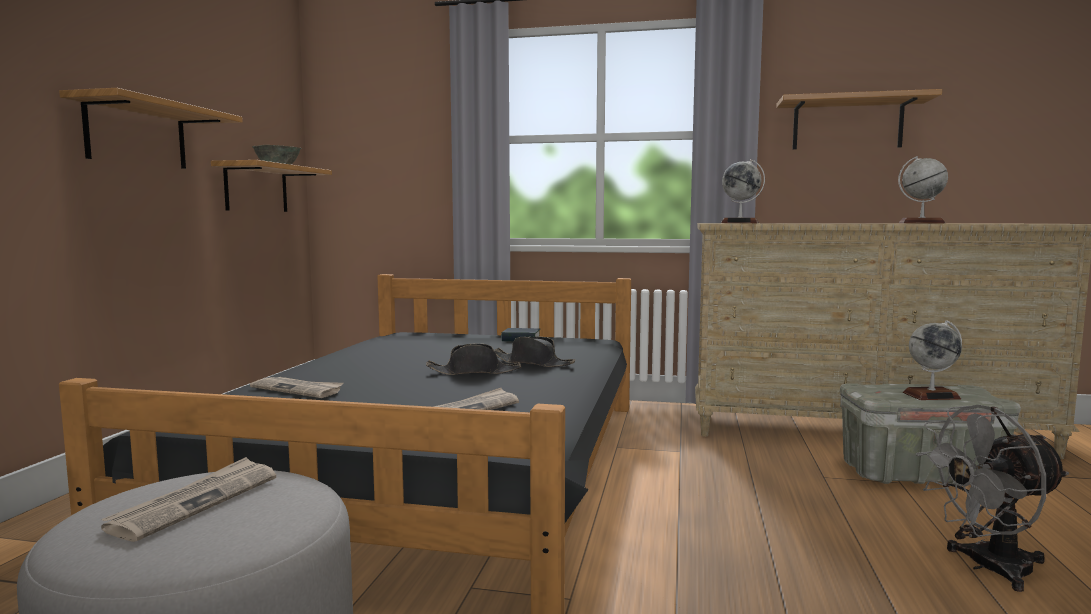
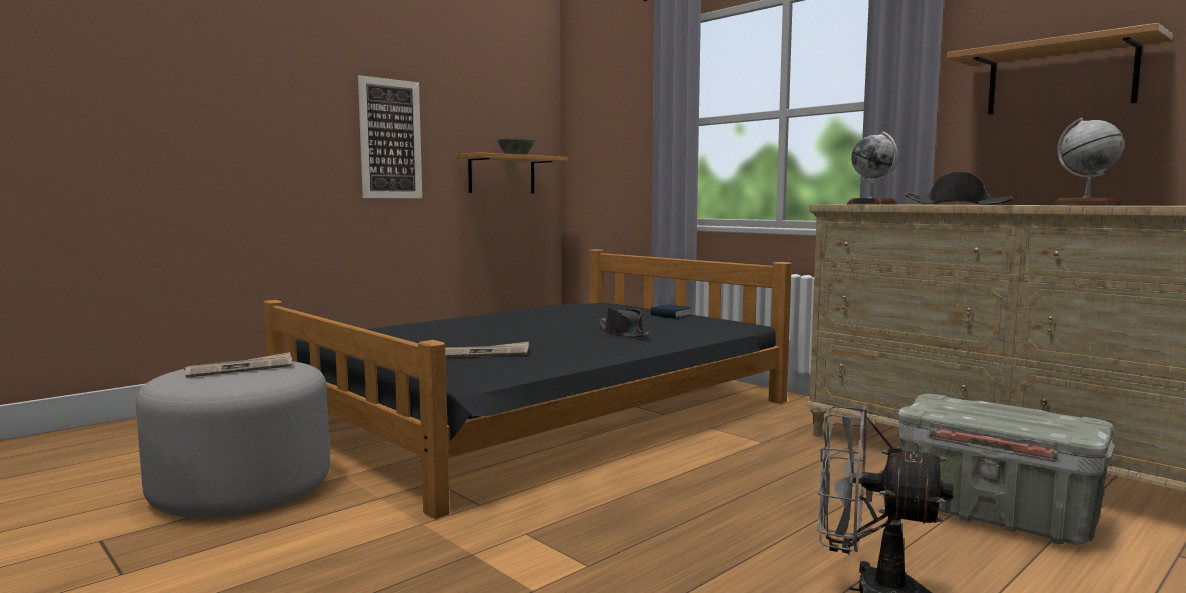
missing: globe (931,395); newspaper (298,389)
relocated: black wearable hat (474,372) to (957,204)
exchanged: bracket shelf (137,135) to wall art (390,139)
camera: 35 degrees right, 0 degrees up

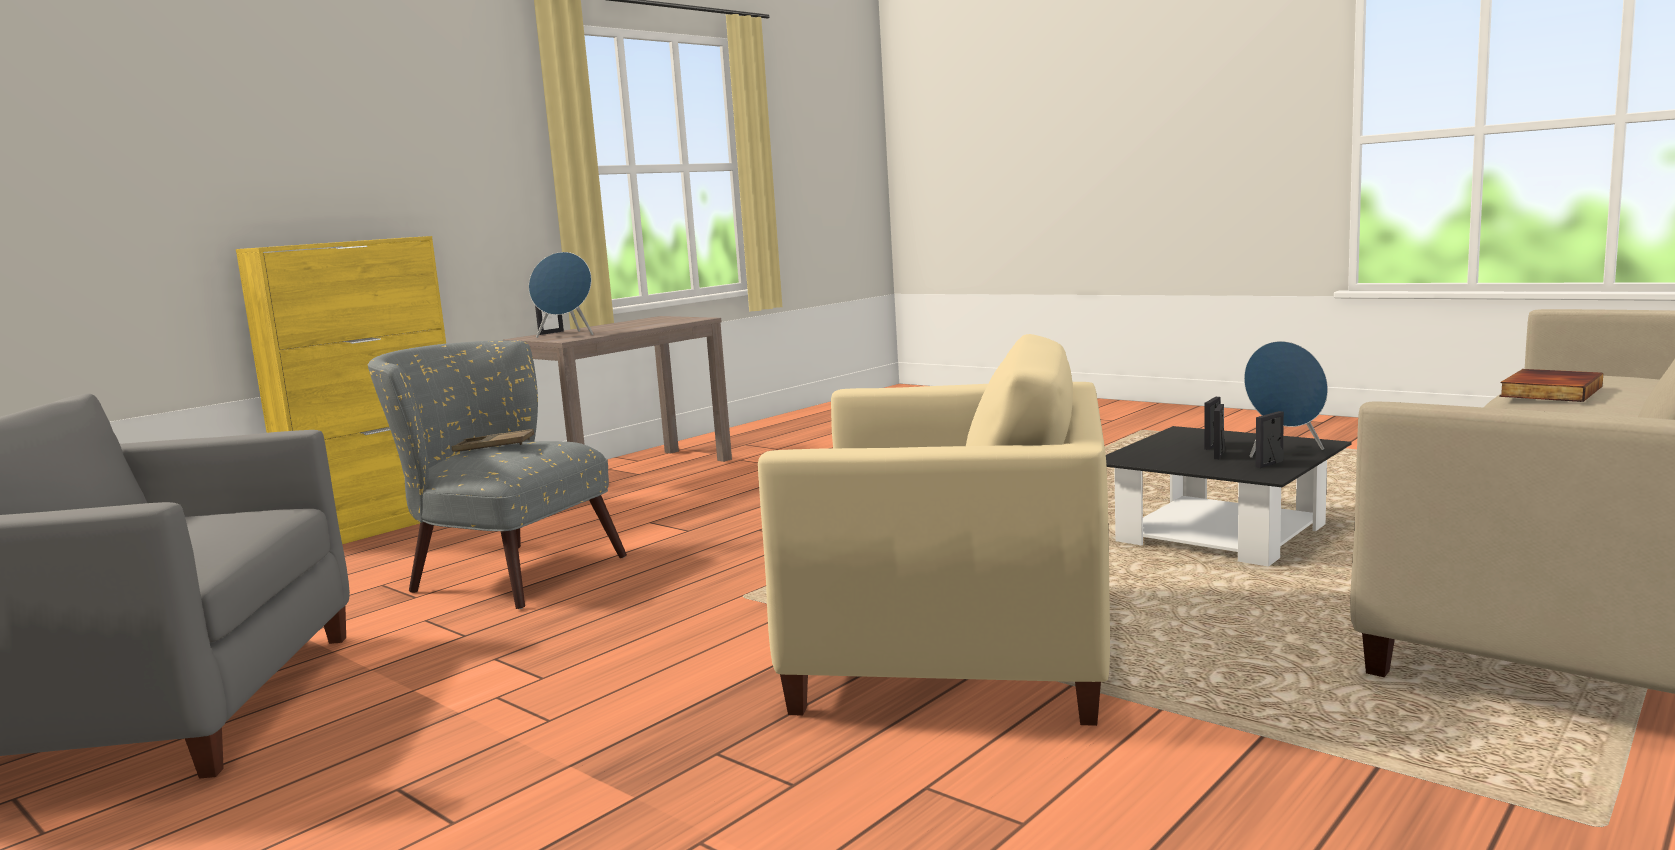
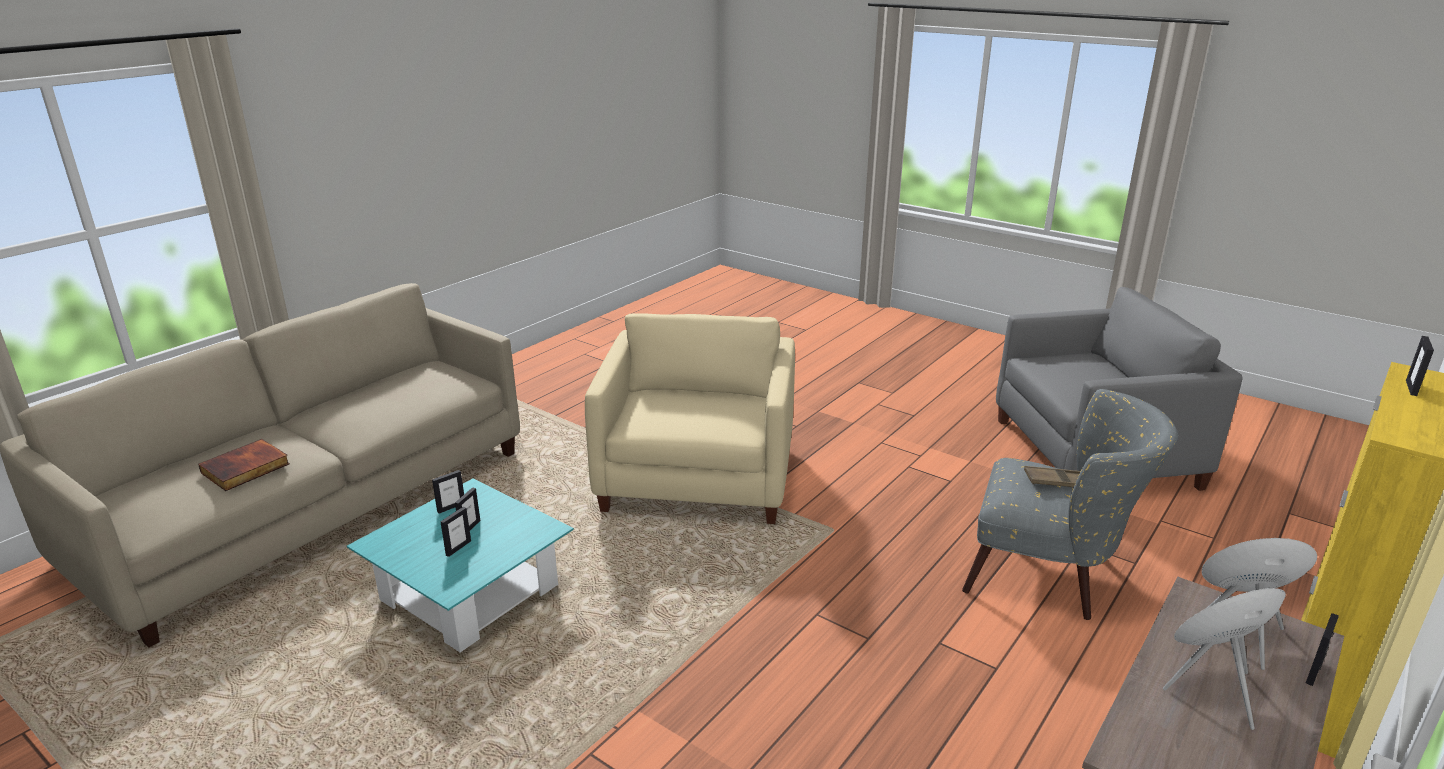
appeared: photo frame (1411,388)
relocated: bluish speaker (1282,452) to (1212,689)
colour: black coffee table (1220,534) to turquoise-coloured coffee table (470,593)
spun: beige-coloured easy chair (954,647) = (697,478) 90 degrees clockwise
camera: 175 degrees right, 15 degrees up

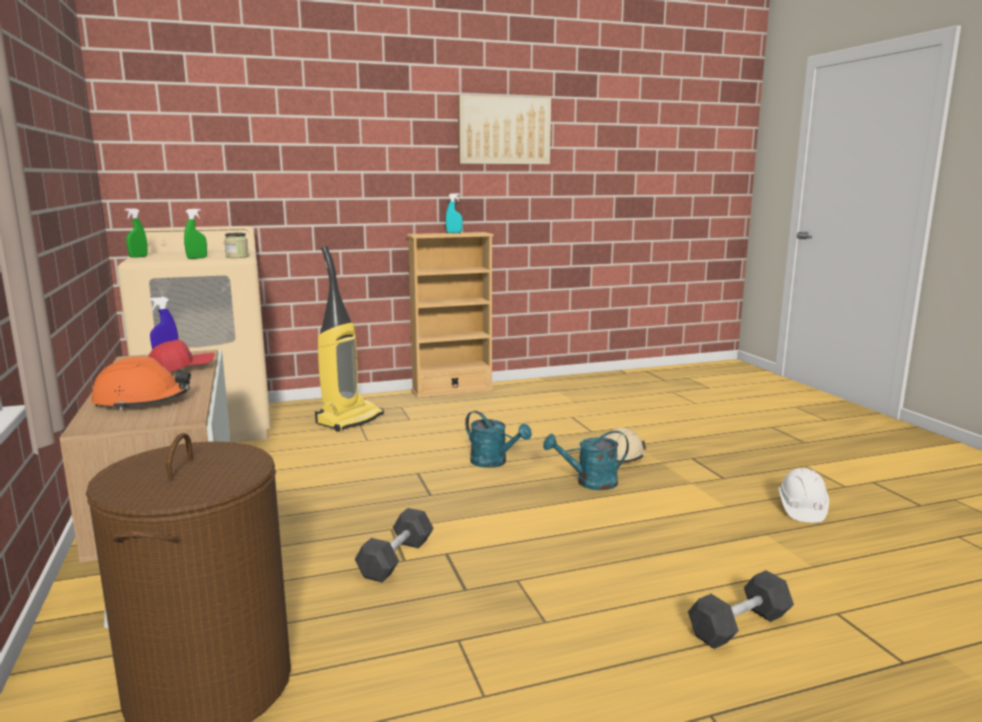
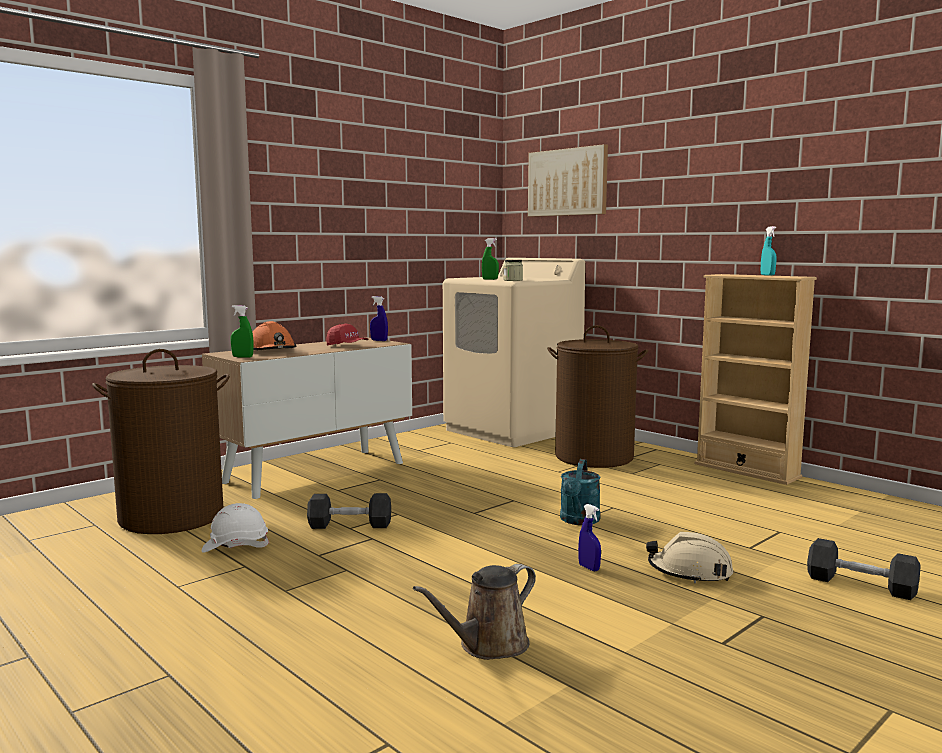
appeared: brown-coloured sprinkling can (488,645)
relocated: wall art (504,130) to (567,182); green spray bottle (138,257) to (242,357); white hard hat (801,509) to (235,546); black hand weight (739,625) to (860,585)
exchanged: vacuum (349,419) to brown-coloured washing basket (594,457); turquoise-coloured sprinkling can (589,483) to bluish spray bottle (589,568)
camera: 65 degrees right, 5 degrees down

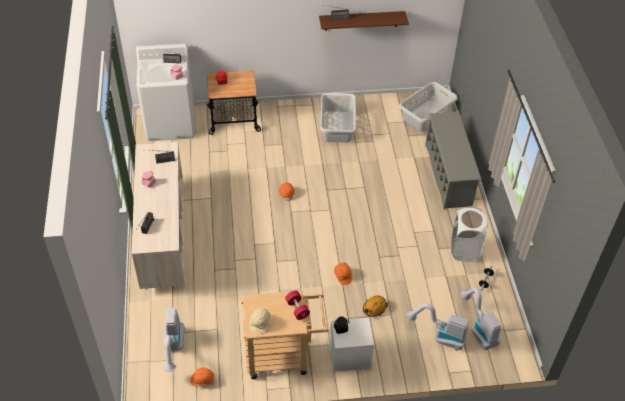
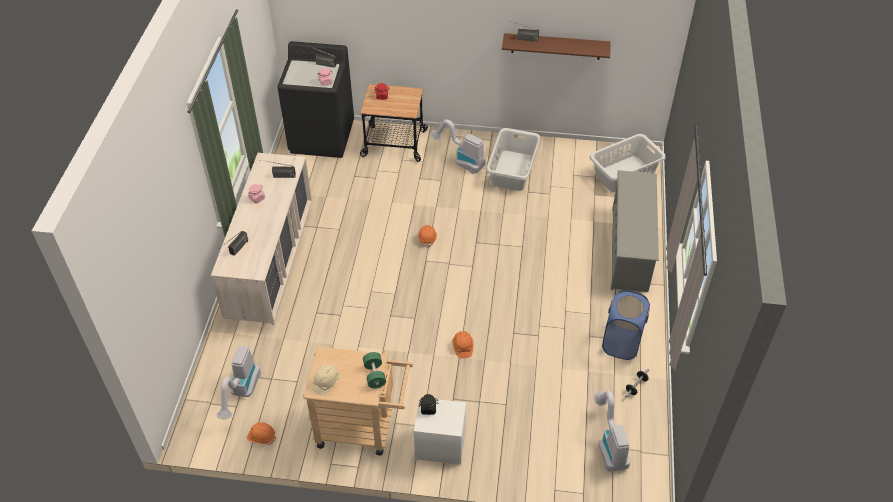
missing: orange-coloured hard hat (374,308)
relocated: vacuum (439,336) to (461,160)
colour: white laundry machine (171,123) to black laundry machine (322,137); white washing basket (464,249) to bluish washing basket (621,343); red hand weight (297,309) to green hand weight (374,375)
camera: 15 degrees right, 0 degrees up

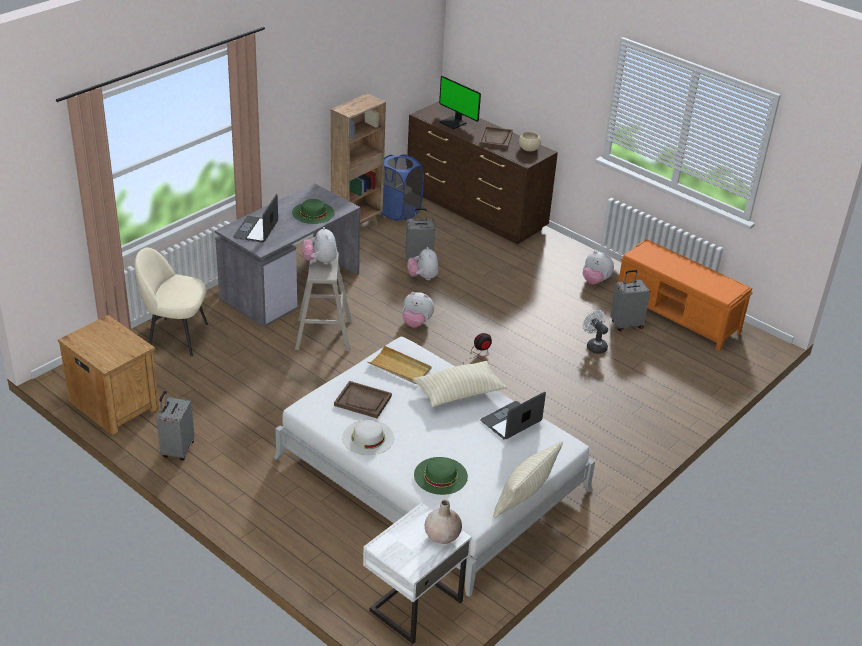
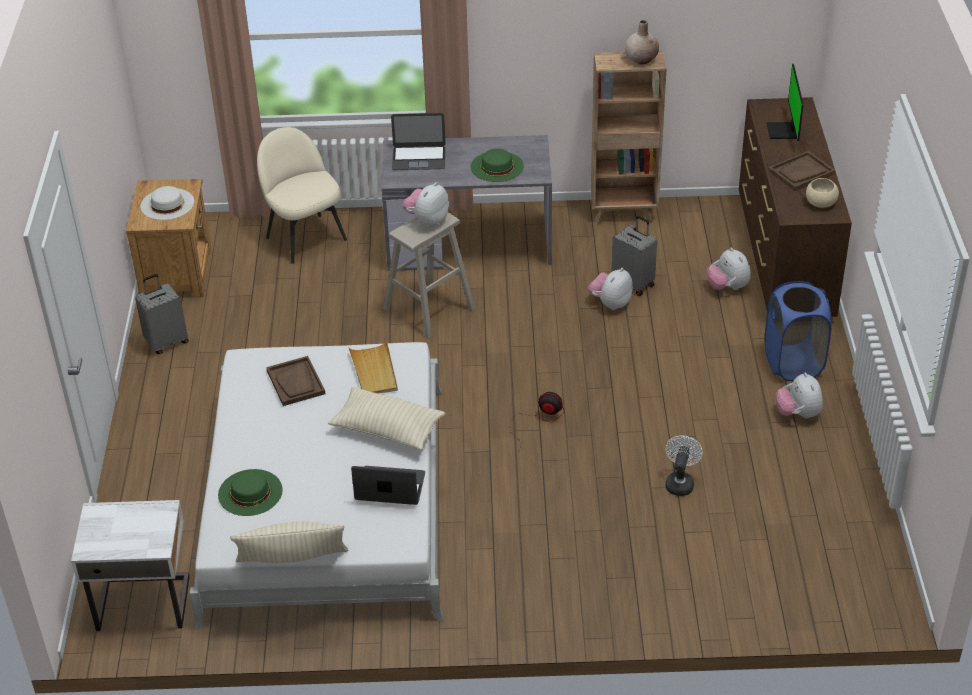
missing: orange-coloured bench (678,316); grey suitcase (626,324)
relocated: bluish washing basket (398,211) to (793,363); cuddly toy (416,323) to (727,287); white wearable hat (368,437) to (167,204); beige-coloured vase (442,535) to (641,59)
spun: laptop (256,229) = (419,158) 150 degrees counterclockwise
camera: 50 degrees right, 5 degrees up

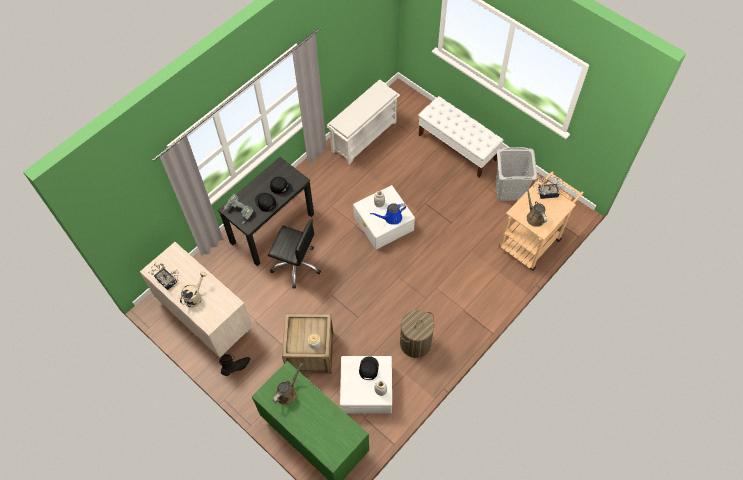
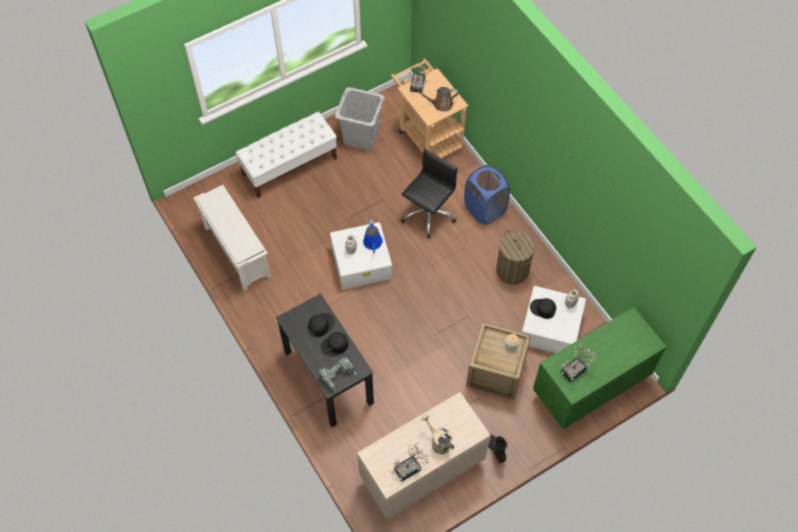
appeared: bluish washing basket (485,209)
relocated: black desk chair (296,265) to (428,214)
exchanged: brown-coloured sprinkling can (287,393) to houseplant (575,369)
camera: 75 degrees left, 0 degrees up

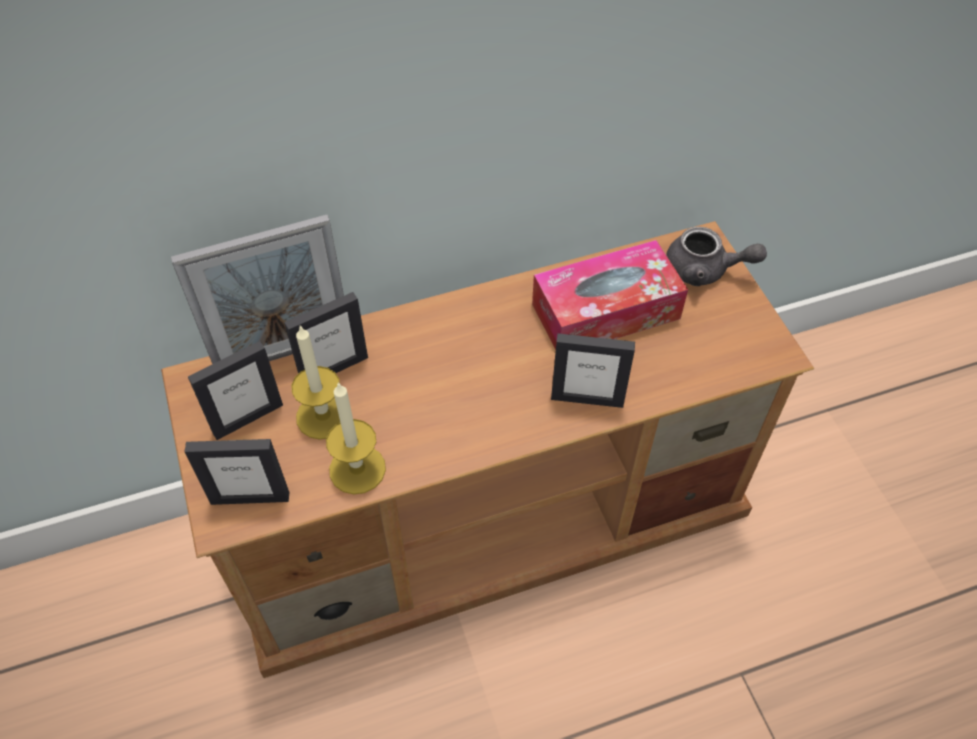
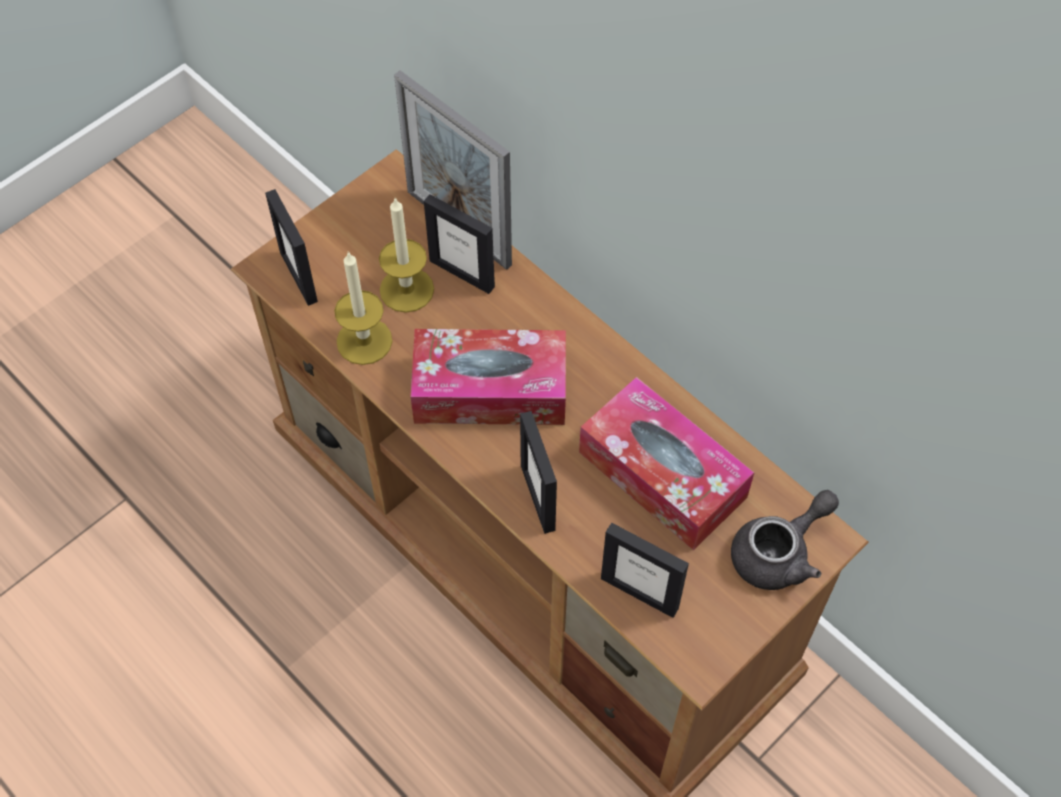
appeared: box of tissues (490,390)
relocated: photo frame (247,418) to (639,593)
spun: grey teapot (705,270) = (779,553) 120 degrees counterclockwise
camera: 65 degrees right, 5 degrees up

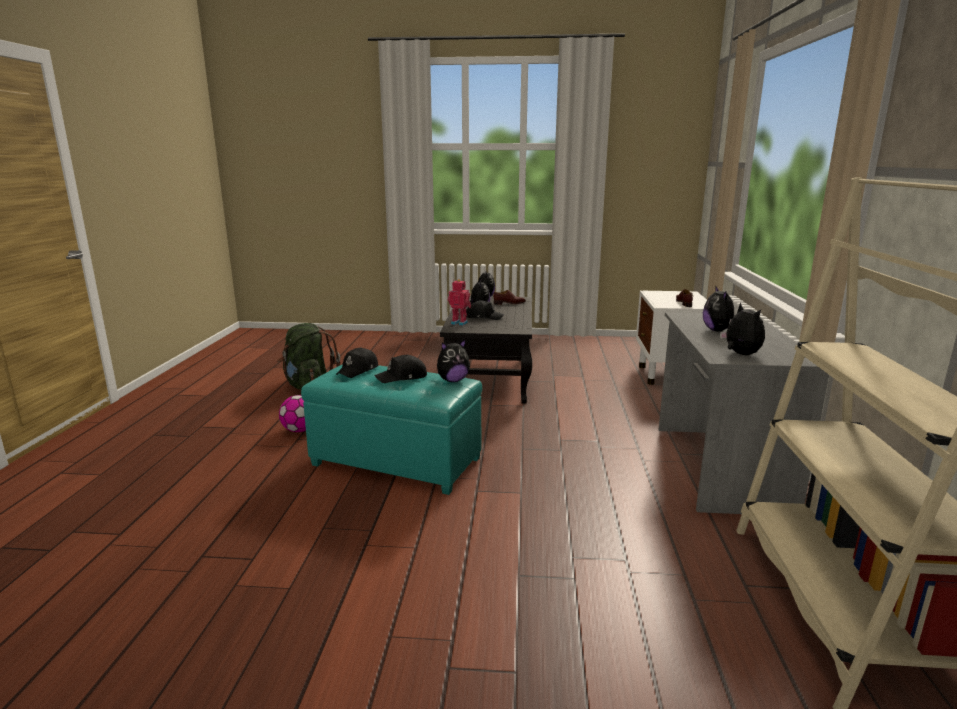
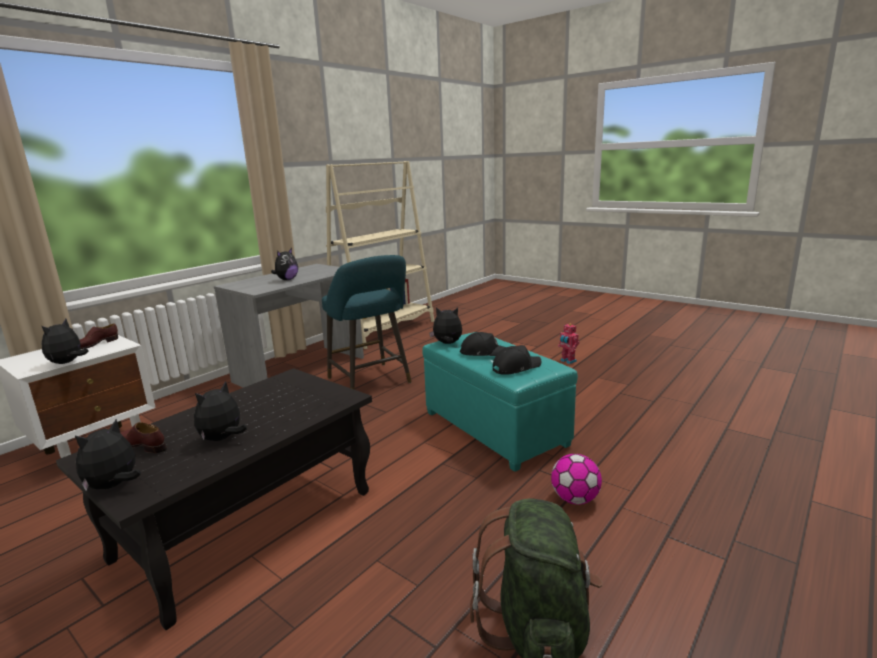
missing: black cap (483,317)
appeared: turquoise-coloured stool seat (371,382)
relocated: toy robot (459,323) to (567,361); cuddly toy (740,354) to (67,363)
camera: 145 degrees left, 0 degrees up

